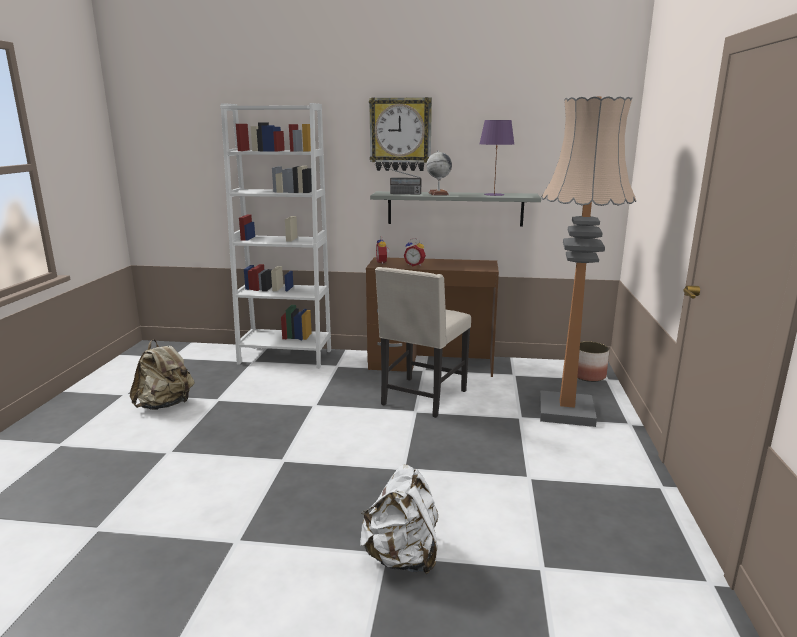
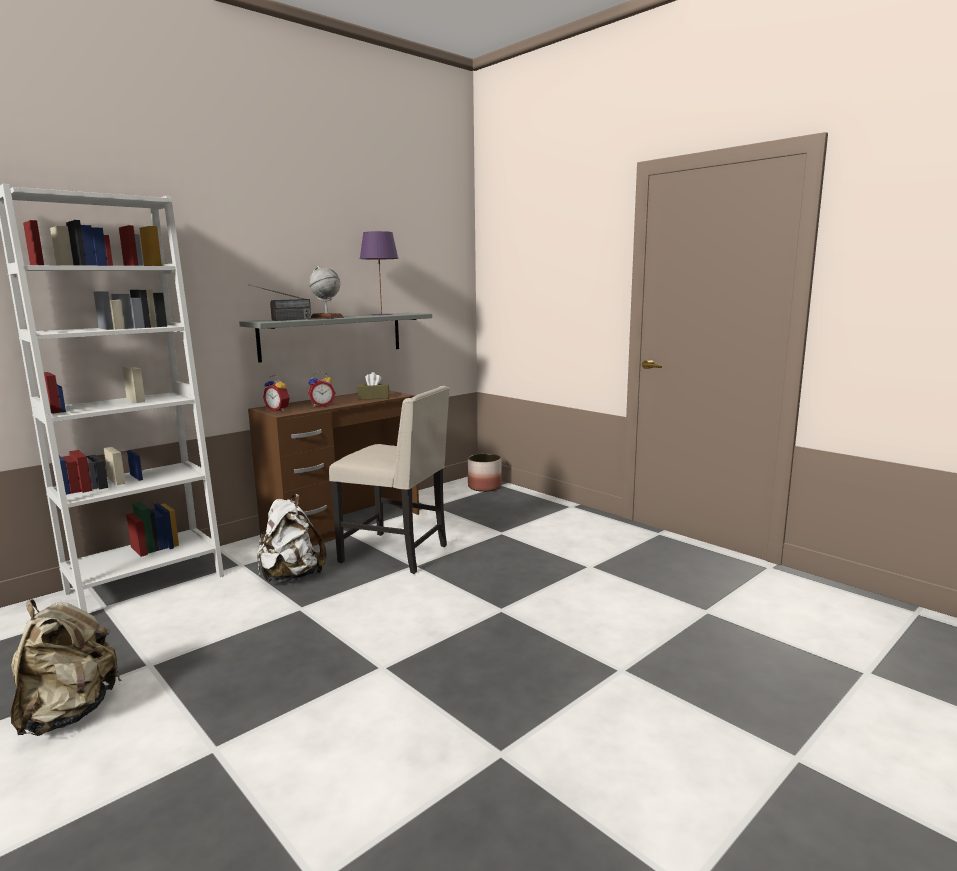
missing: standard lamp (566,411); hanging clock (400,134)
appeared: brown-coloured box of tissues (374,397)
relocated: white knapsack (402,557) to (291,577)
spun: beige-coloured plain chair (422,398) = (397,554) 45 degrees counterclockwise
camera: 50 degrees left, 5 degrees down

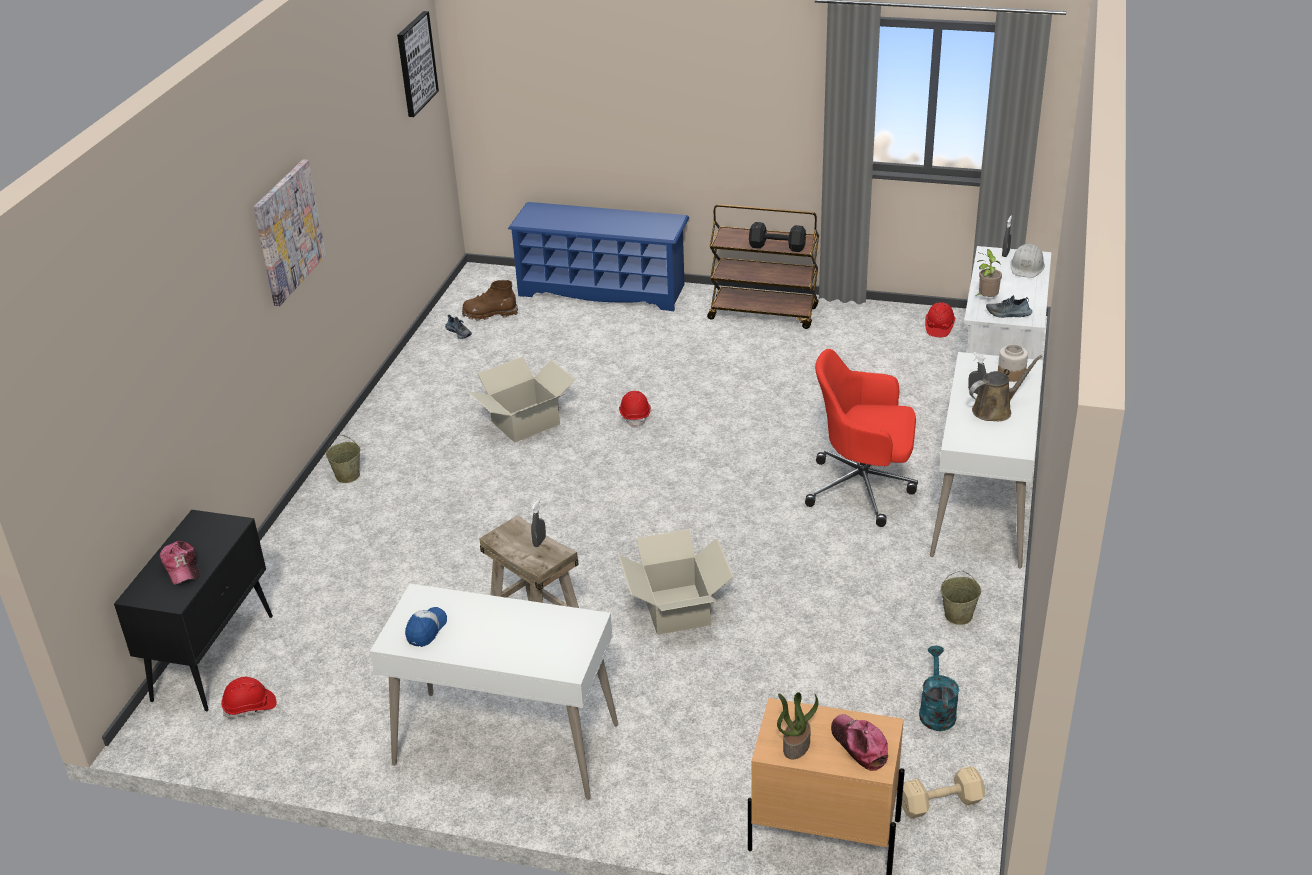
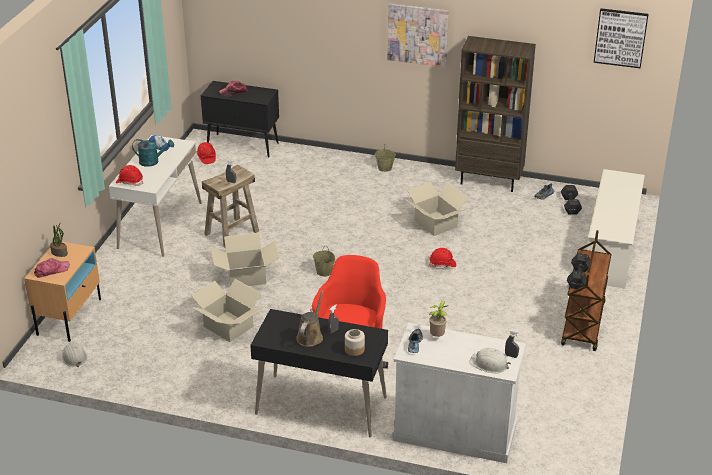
appeared: brown-coloured bookcase (489,181); packing box (228,327)
relocated: red hard hat (939,327) to (129,182); beige-coloured bucket (958,615) to (324,272); turquoise-coloured sprinkling can (936,710) to (152,161)
exchanged: brown-coloured tall boot (490,314) to black hand weight (570,206); beige-coloured hand weight (942,803) to white hard hat (74,357)
colour: bluish shoe stand (603,290) to white shoe stand (610,251); white desk table (983,509) to black desk table (321,406)
spun: brown-coloured sprinkling can (995,410) = (310,336) 135 degrees counterclockwise
camera: 90 degrees right, 0 degrees up

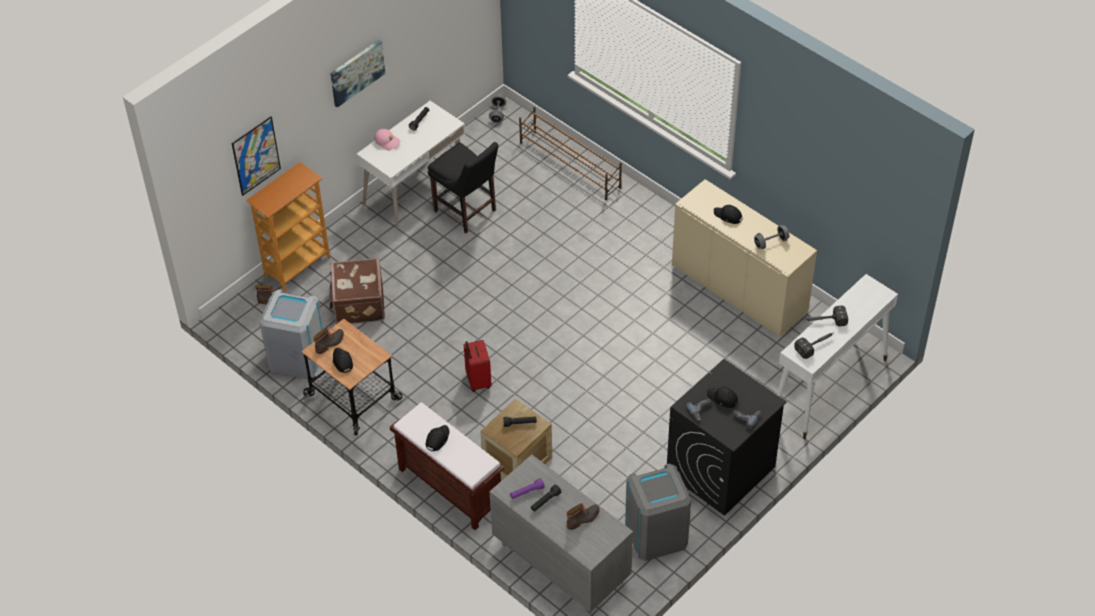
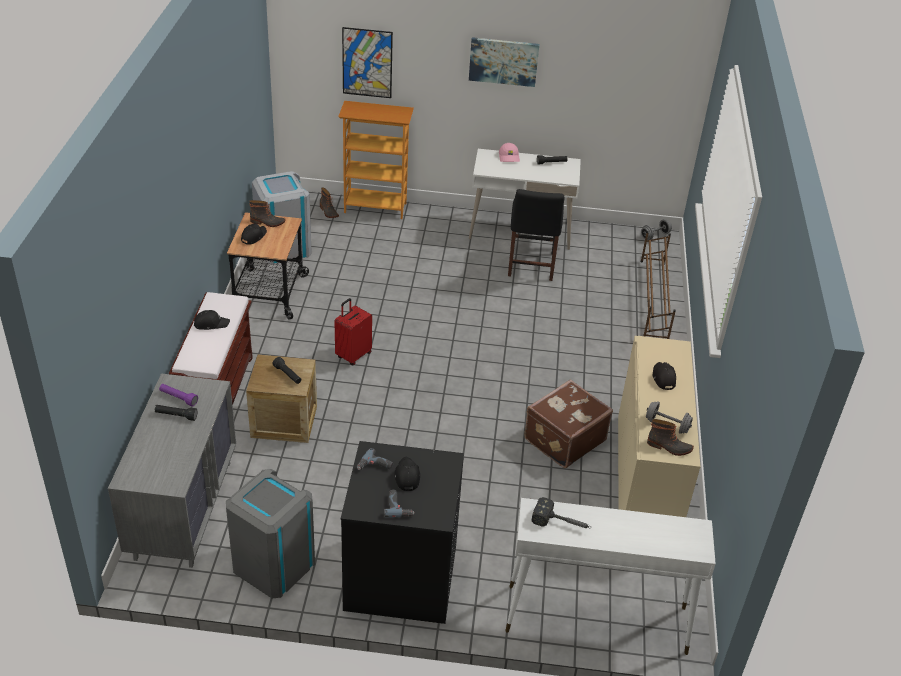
missing: tool hammer (824,321)
relocated: brown-coloured suitcase (358,304) to (563,439); tall boot (583,519) to (669,447)
camera: 50 degrees right, 10 degrees down

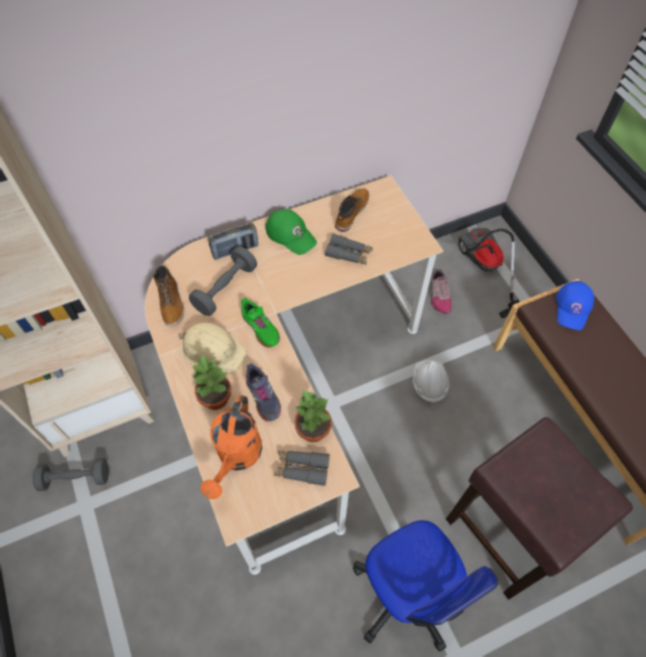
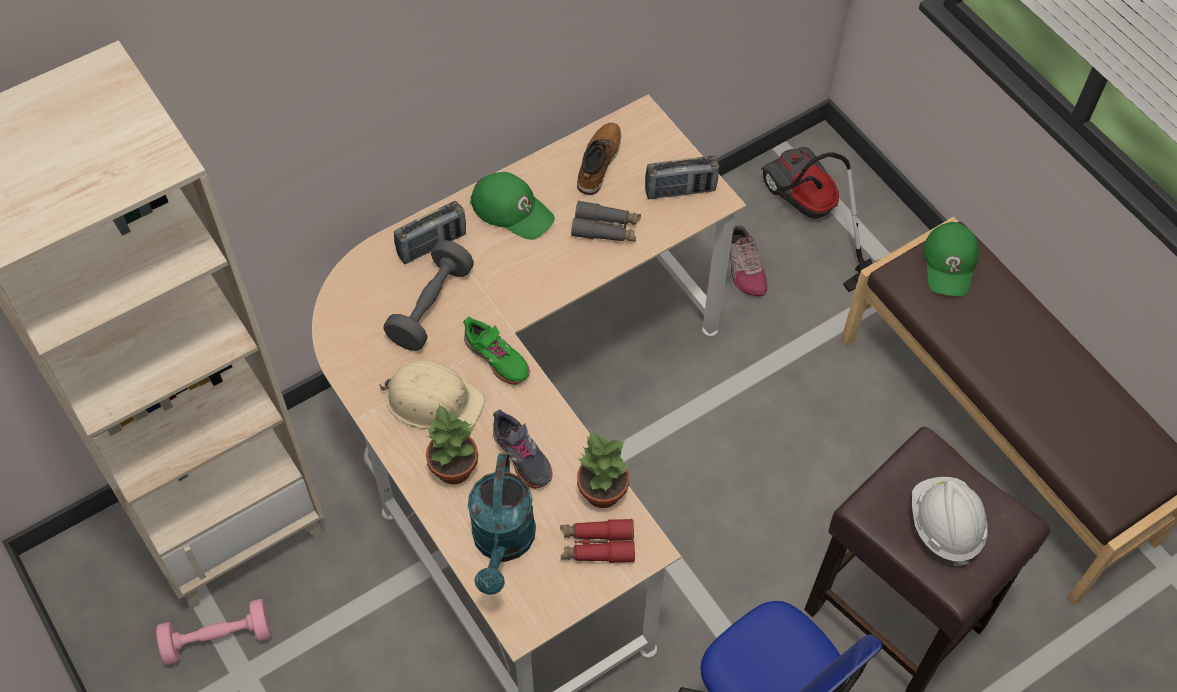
missing: tall boot (171,303)
appeared: radio (680,190)
relocated: white hard hat (429,384) to (944,526)
colour: bluish cap (573,307) to green cap (950,263); orange-coloured sprinkling can (237,457) to turquoise-coloured sprinkling can (503,544); grey binoculars (301,468) to red binoculars (597,545); grey hand weight (75,478) to pinkish hand weight (218,638)
camera: 10 degrees left, 0 degrees up

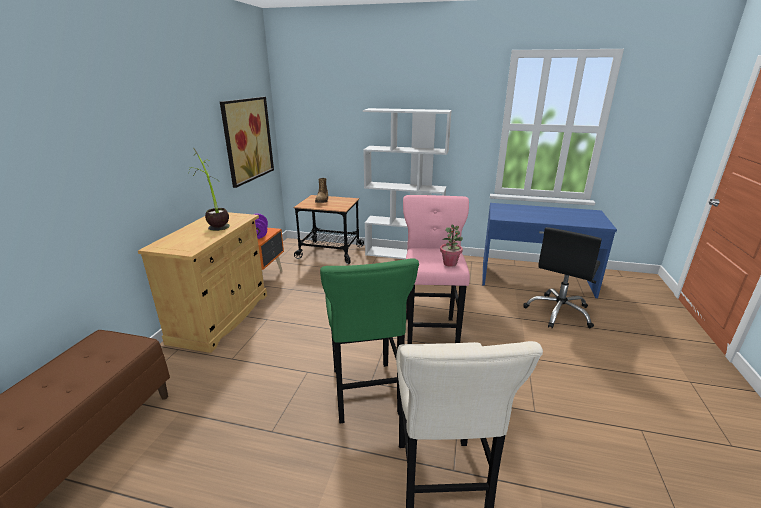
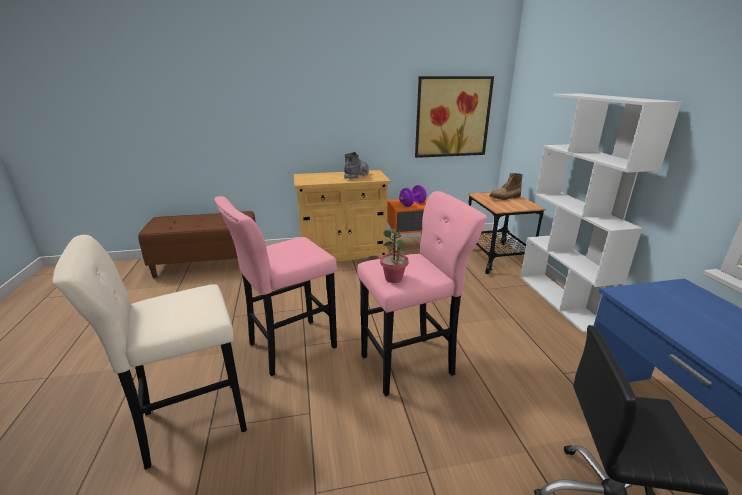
exchanged: houseplant (215,223) to grey tall boot (356,175)
colour: green stool seat (366,395) to pinkish stool seat (288,347)
camera: 65 degrees right, 0 degrees up

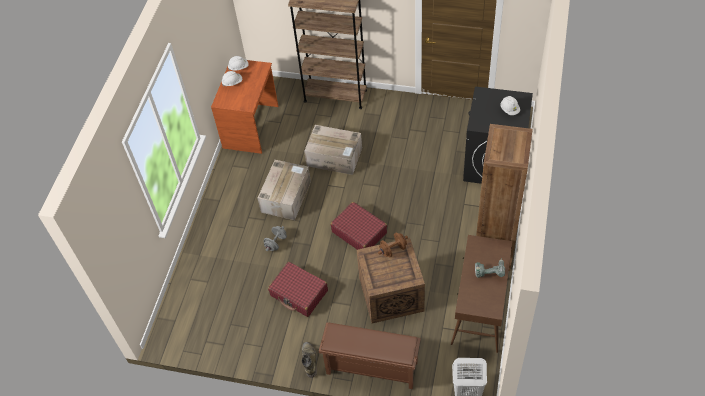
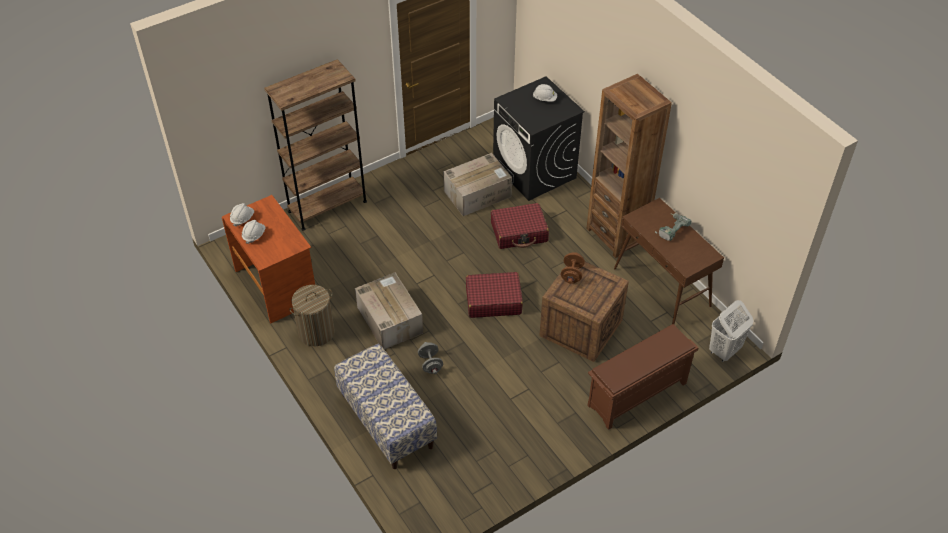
missing: green tall boot (309,360)
appeared: washing basket (316,332); bench (386,421)
relocated: packing box (335,157) to (478,193); red suitcase (299,293) to (519,232)
camera: 50 degrees left, 5 degrees down

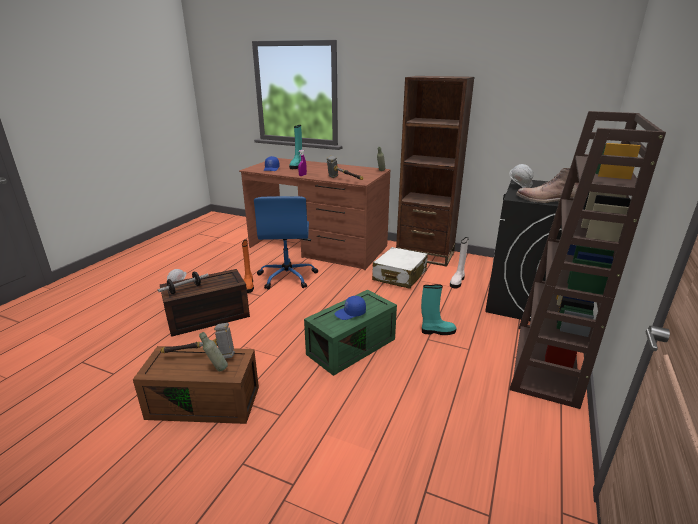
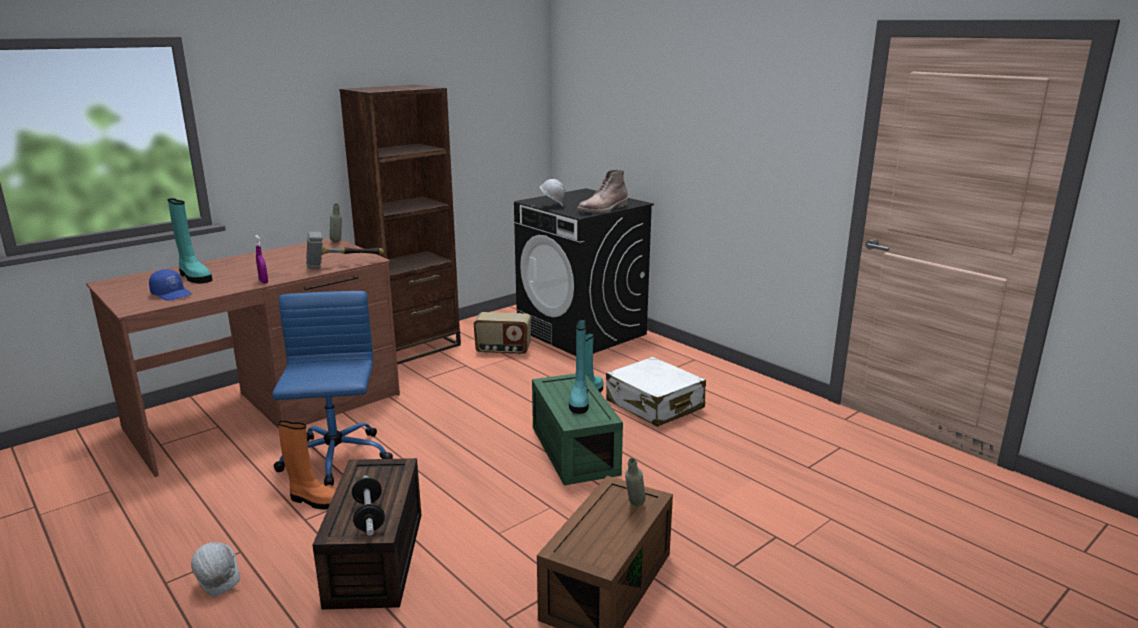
missing: brown-coloured bookcase (546,364); tool hammer (202,356)
relocated: white suitcase (399,276) to (654,405)
exchanged: white tall boot (457,281) to radio (503,351); bluish cap (350,313) to turquoise-coloured tall boot (579,400)
spun: bluish desk chair (287,277) = (335,459) 120 degrees counterclockwise
camera: 65 degrees left, 5 degrees down

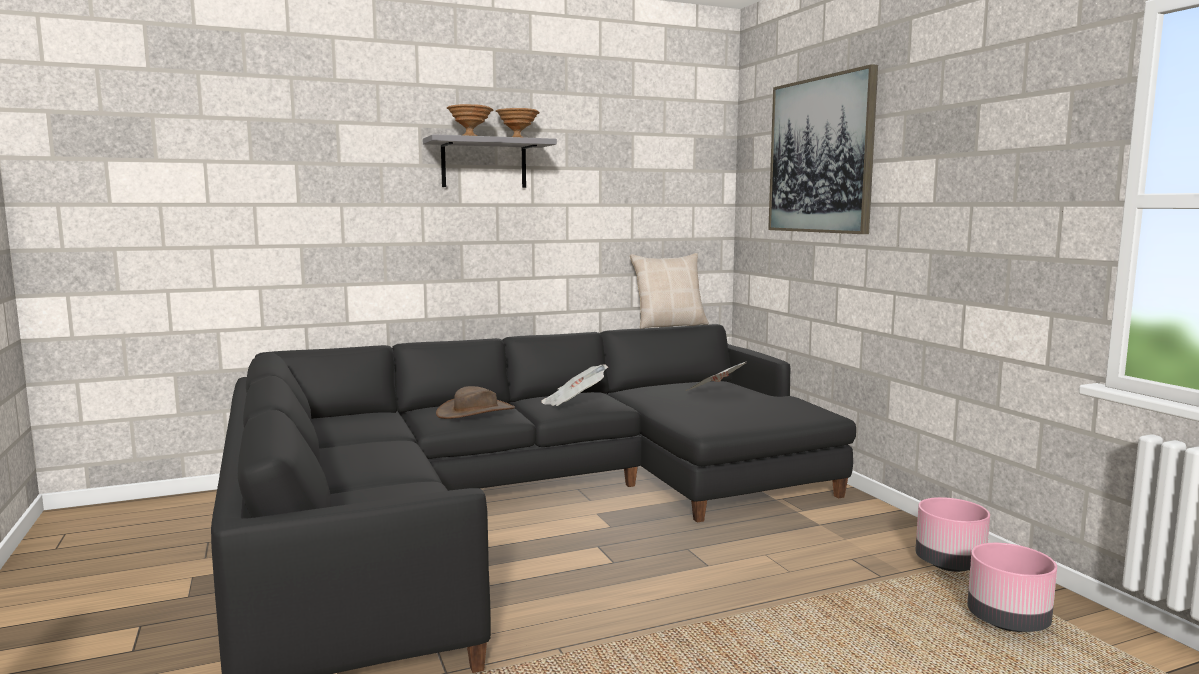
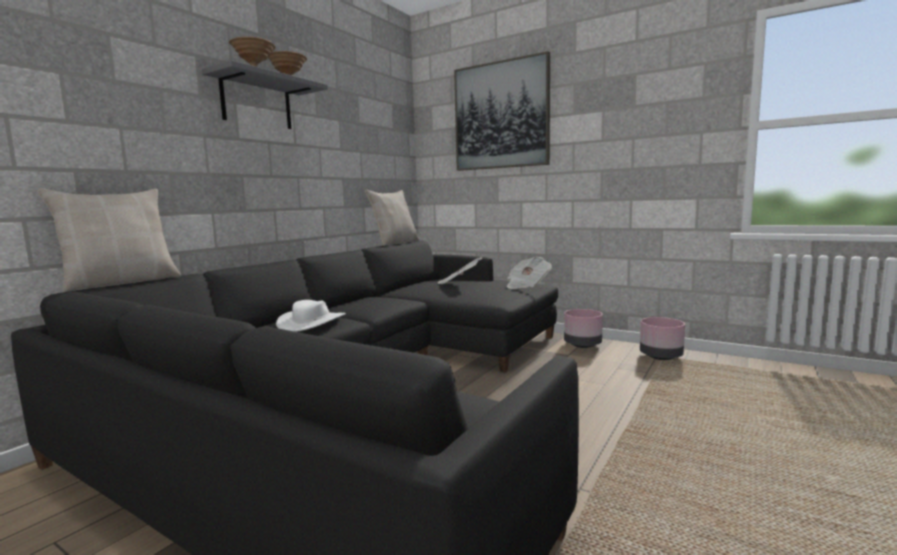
appeared: beige-coloured pillow (121,283)
relocated: newspaper (574,403) to (527,285); pinkish planter (1008,622) to (582,345)
colour: brown-coloured wearable hat (476,412) to white wearable hat (312,322)
camera: 35 degrees left, 0 degrees up

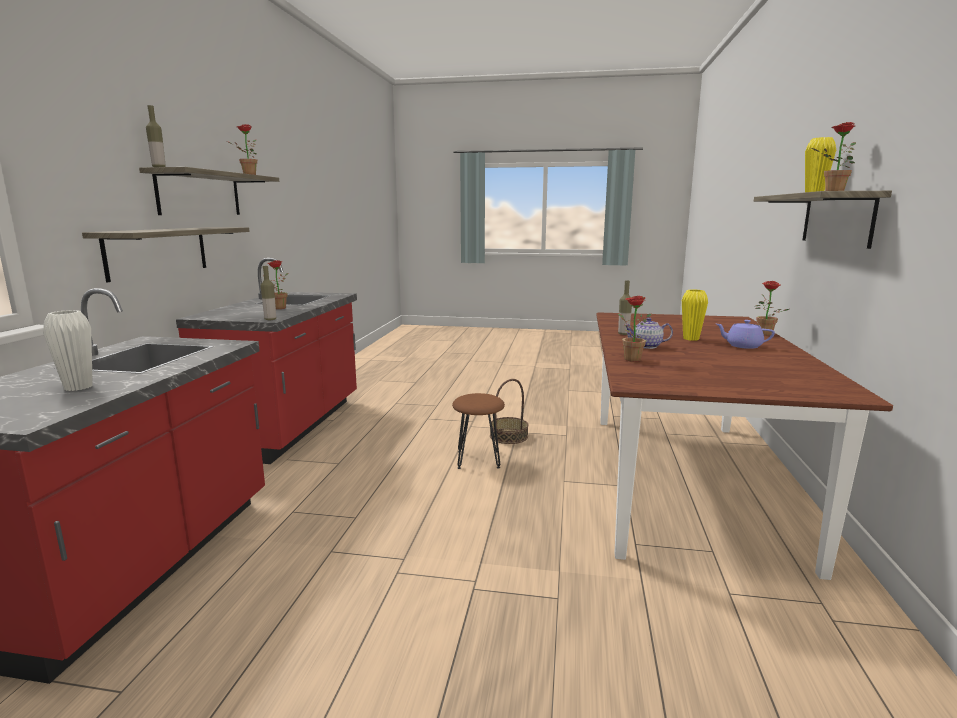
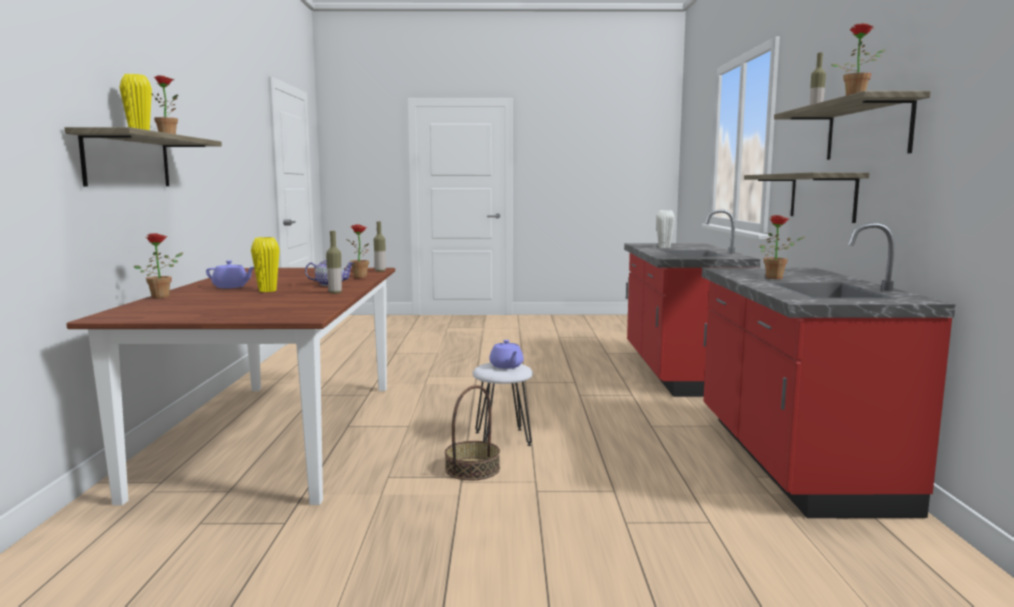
appeared: purplish teapot (506,366)
relocated: bottle (270,319) to (380,271)
colour: brown-coloured stool seat (479,459) to white stool seat (502,438)
camera: 170 degrees right, 5 degrees down

